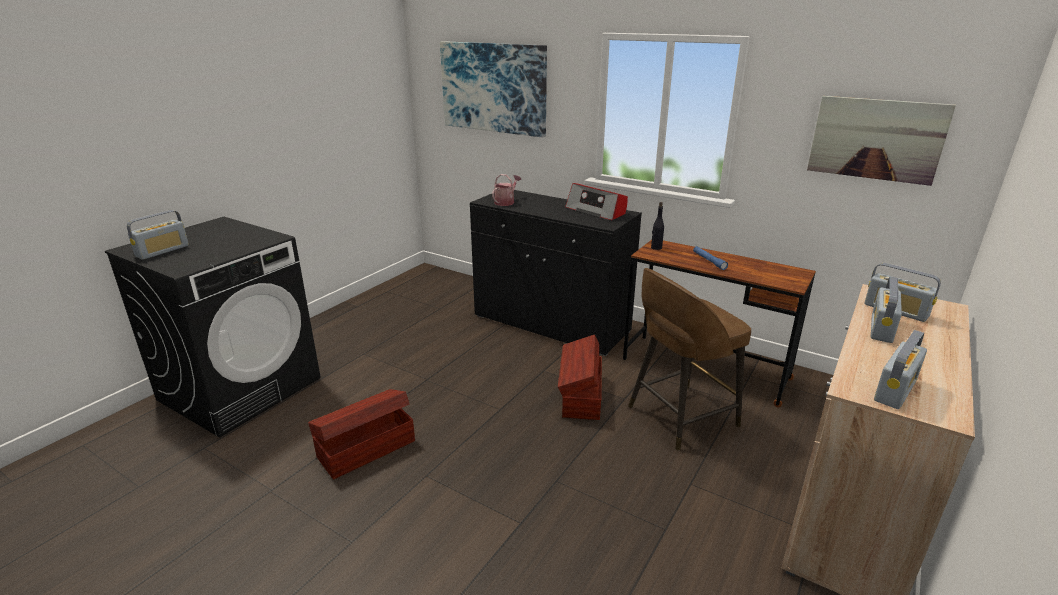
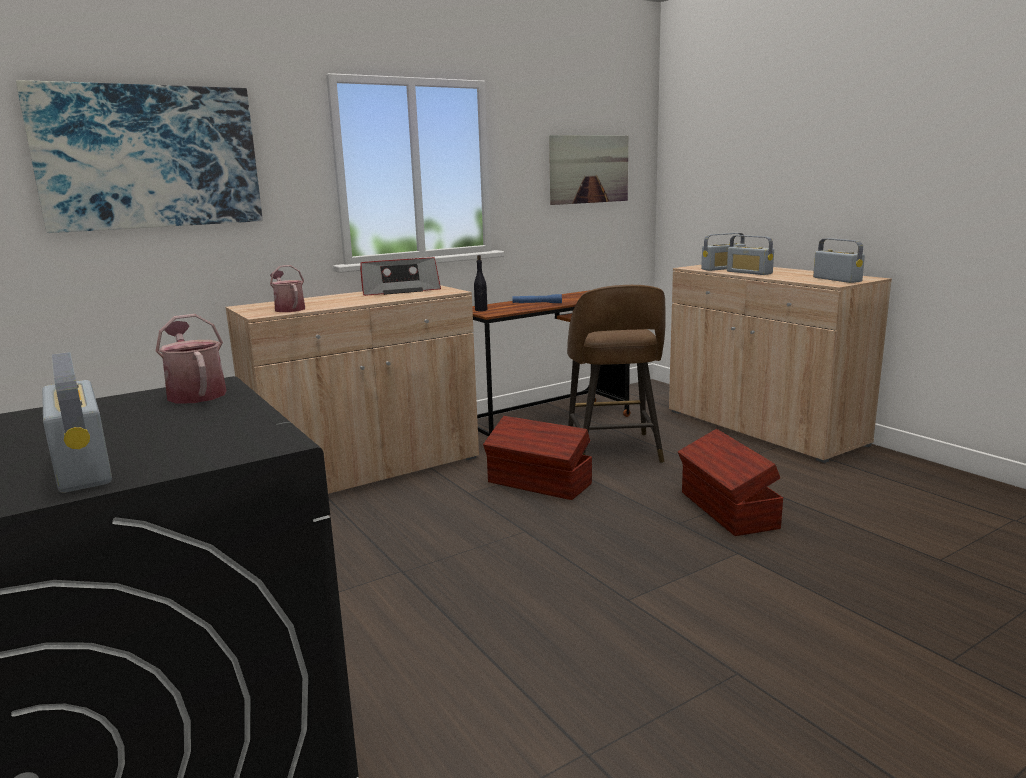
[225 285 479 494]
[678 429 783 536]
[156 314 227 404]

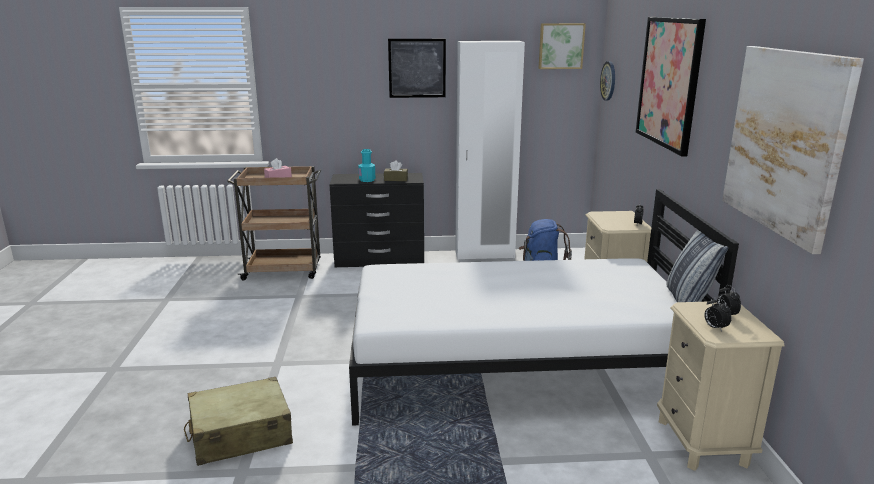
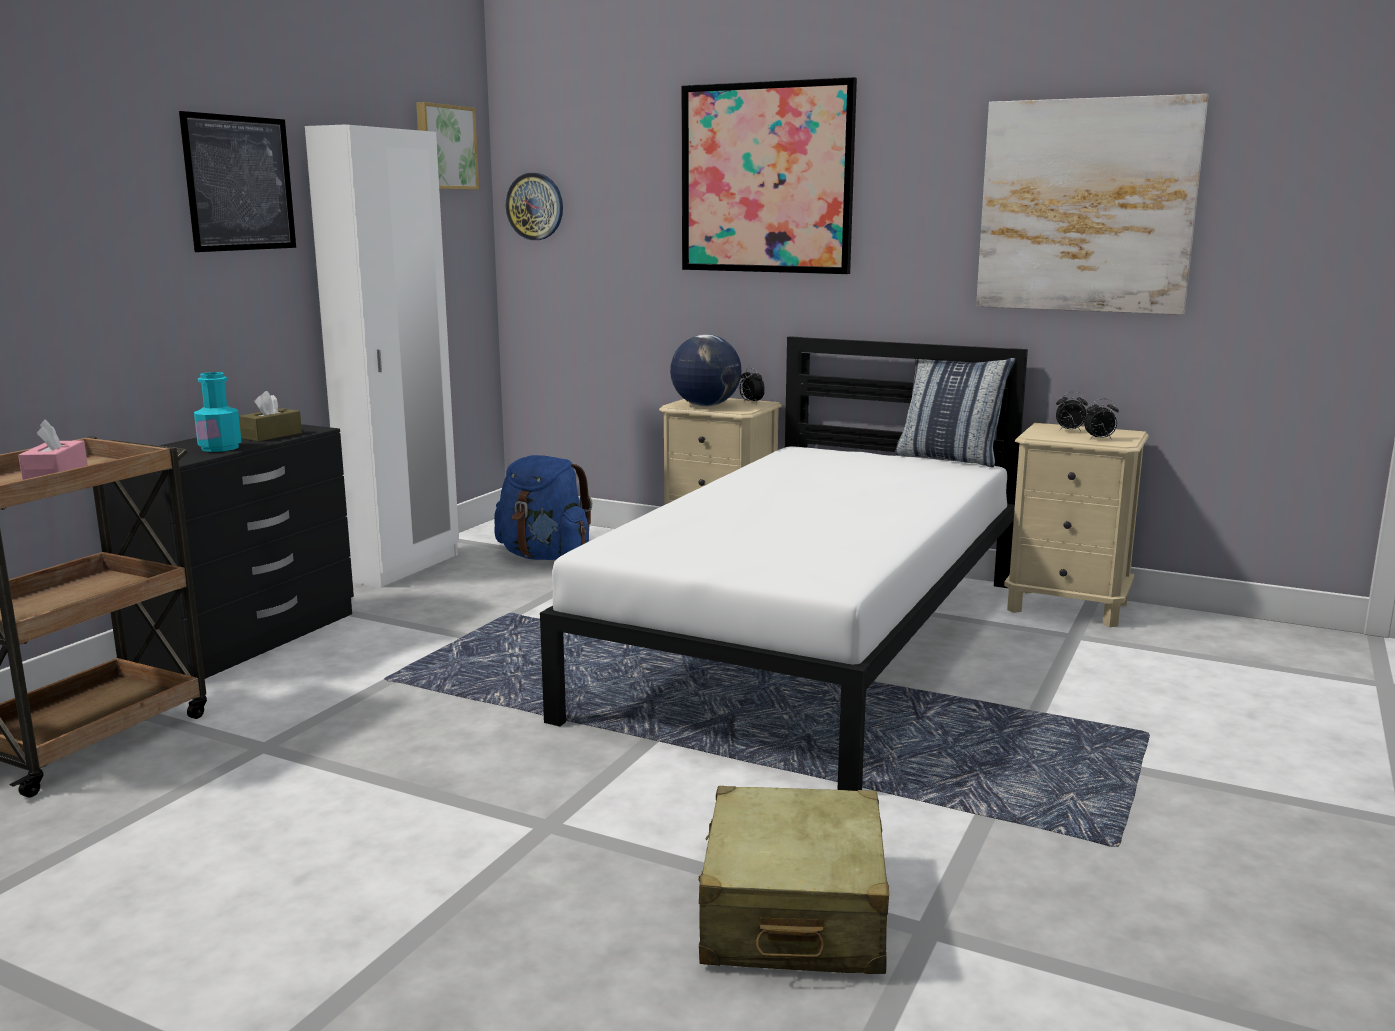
[670 335 742 406]

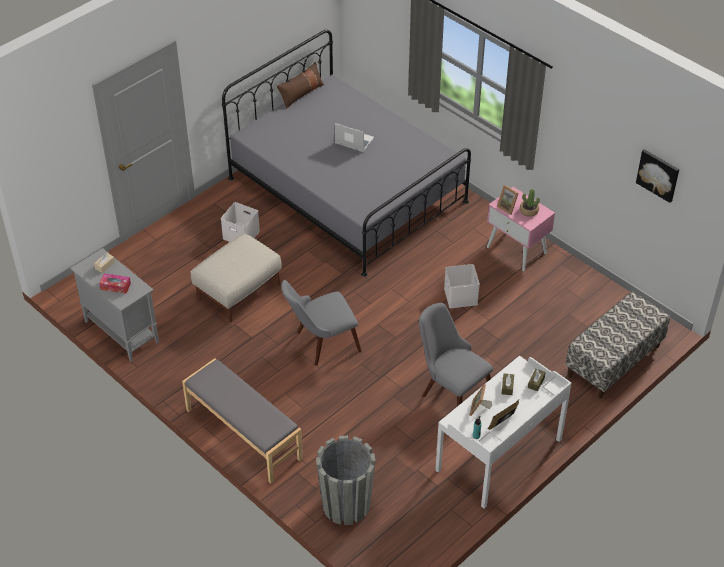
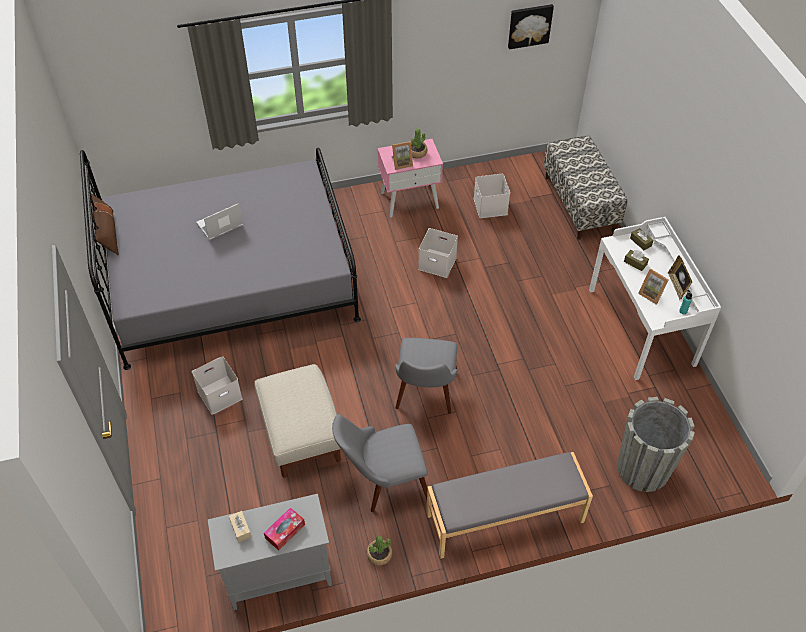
[332 414 427 512]
[474 174 510 218]
[367 535 392 566]

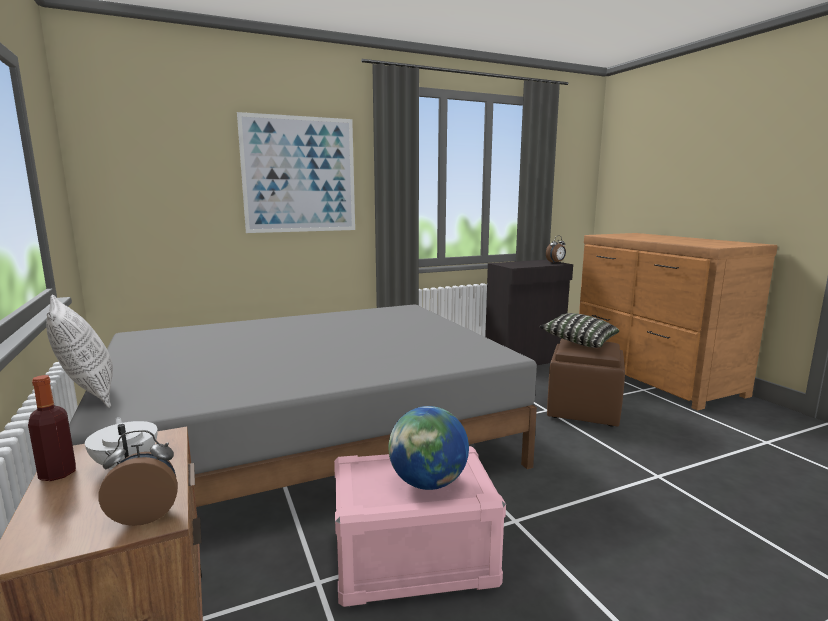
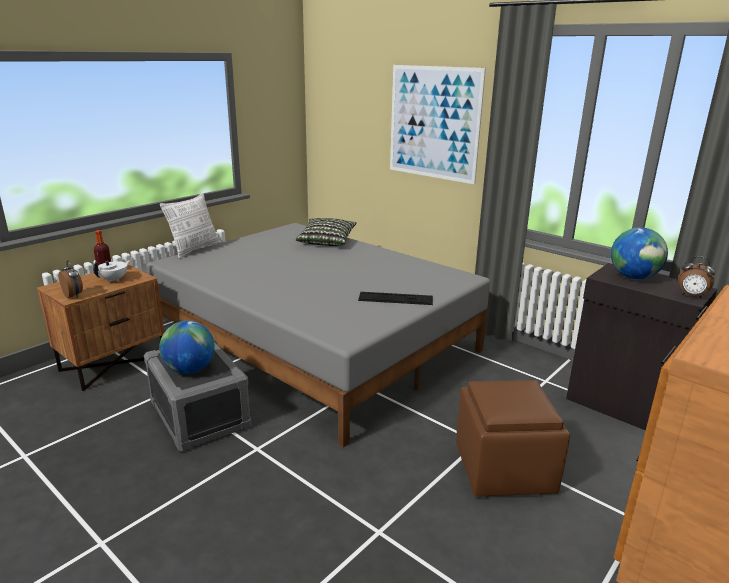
[296 218 357 246]
[144 338 252 452]
[611 227 668 279]
[358 292 433 305]

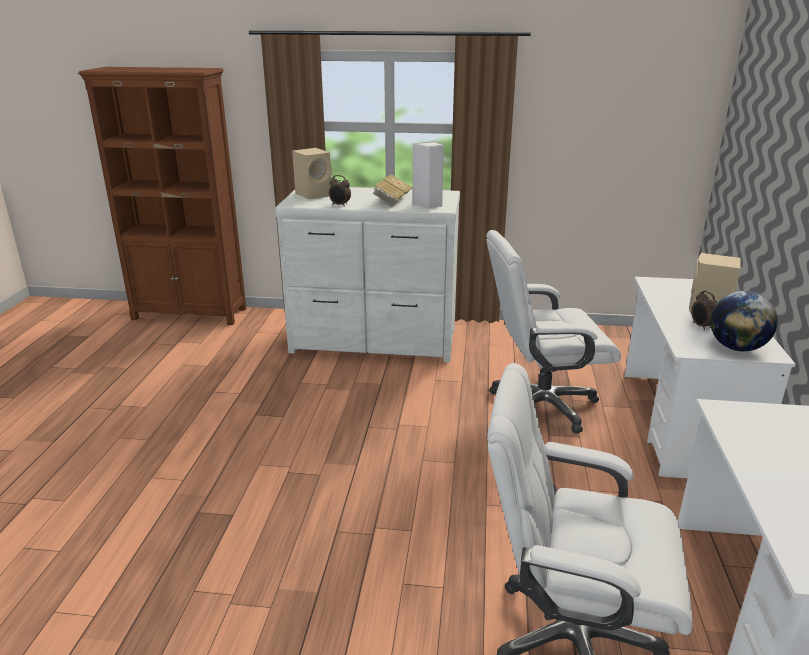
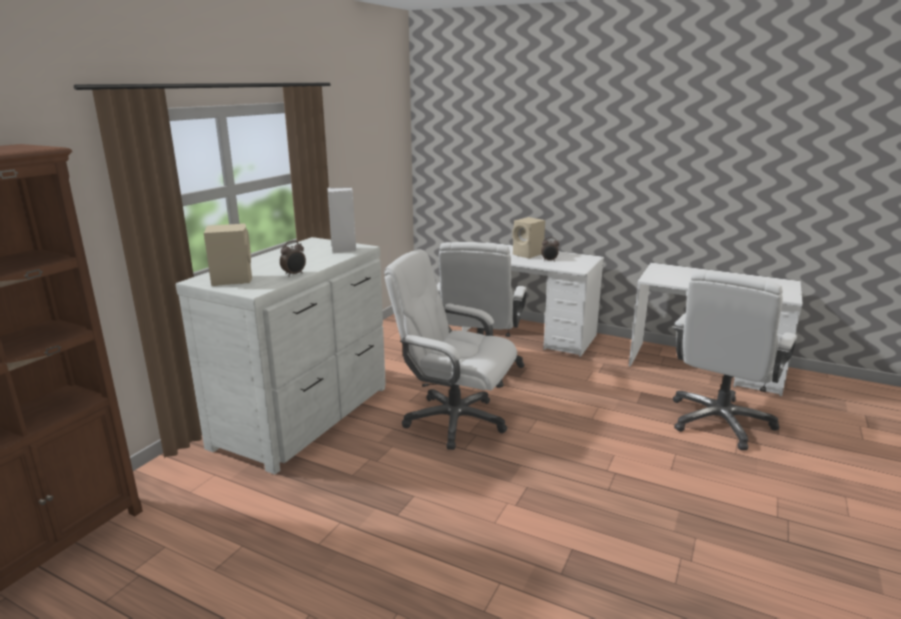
[373 174 412 206] (first image)
[710 291 778 351] (first image)
[384 249 517 450]

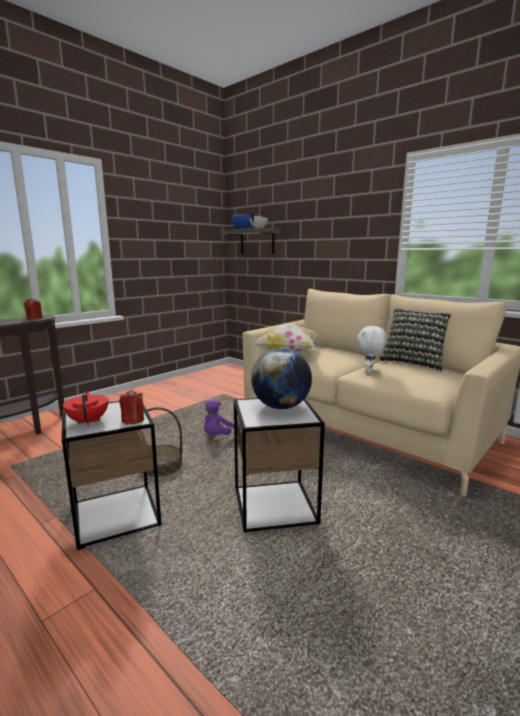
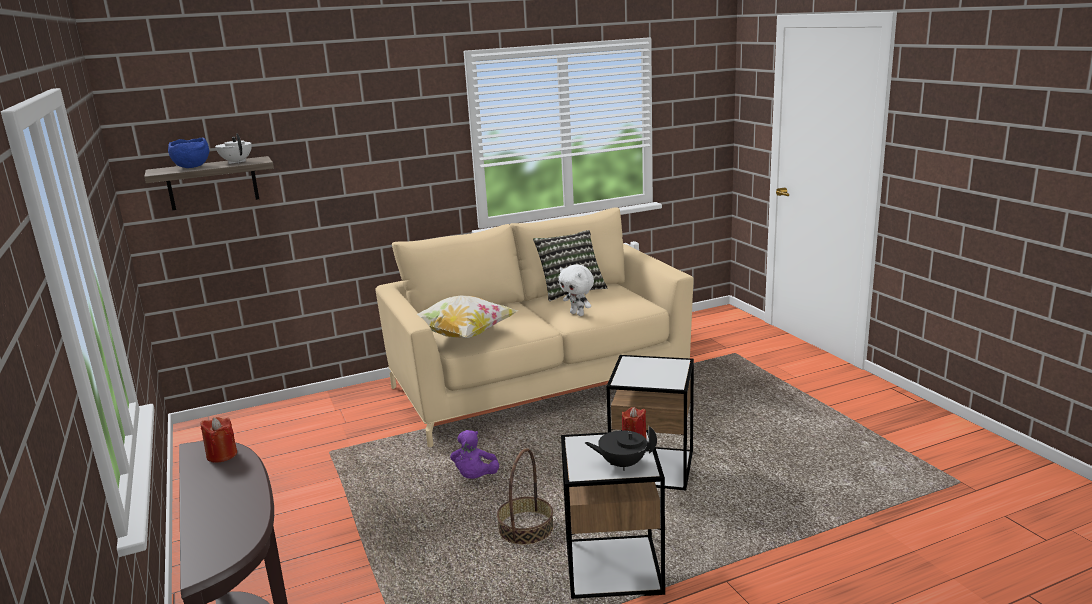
[251 348 312 409] (first image)
[585 426 657 471]
[450 430 499 479]

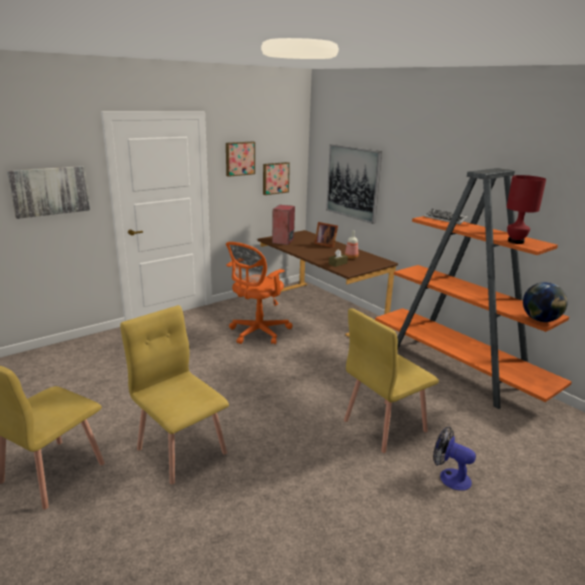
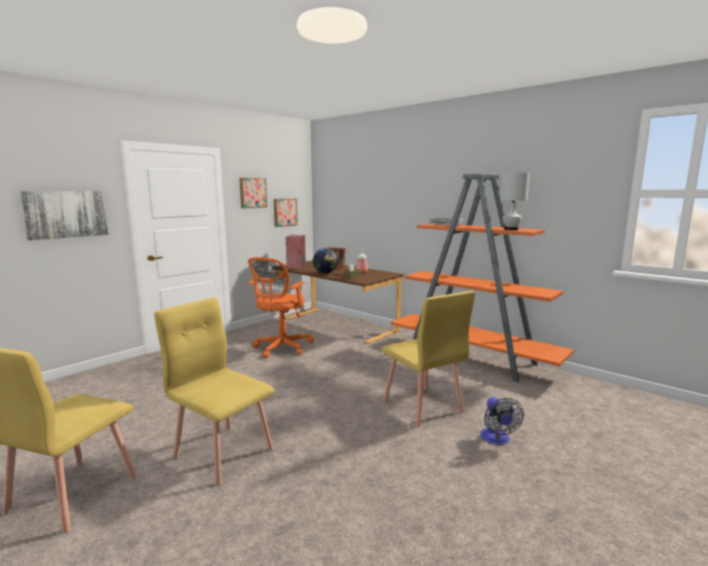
[326 144 382 224] (first image)
[500 173 530 230]
[313 248 338 273]
[381 291 475 427]
[480 397 524 445]

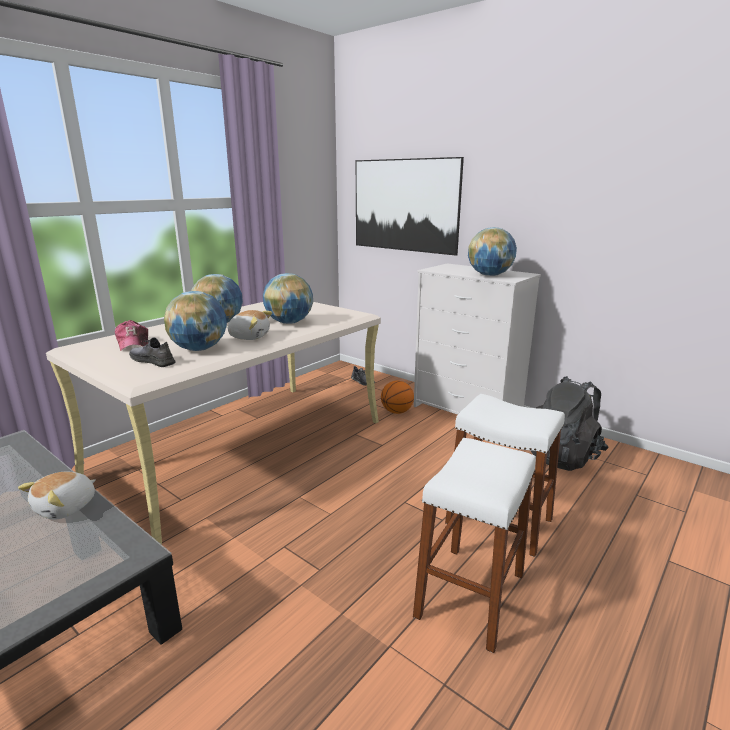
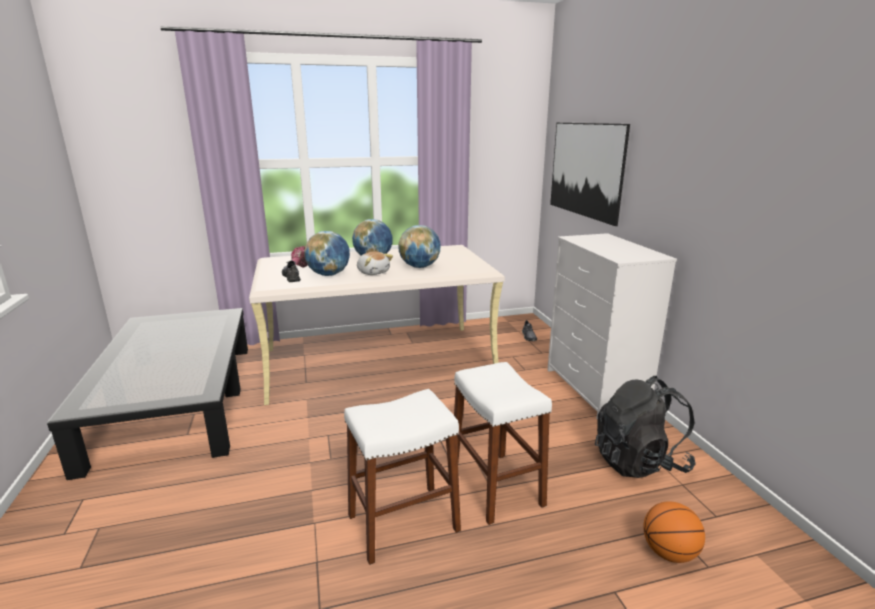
[468 227 517 276] (first image)
[643 501 705 563]
[18 471 96 520] (first image)

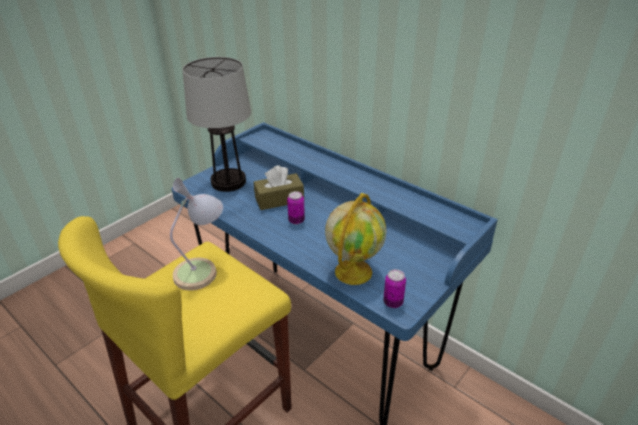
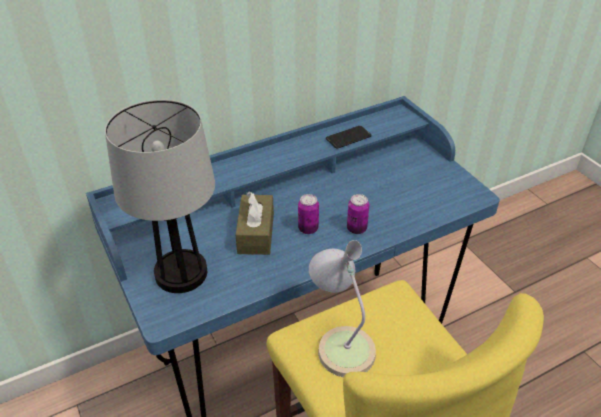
[325 193 386 285] (first image)
[347 194 369 234]
[326 126 372 149]

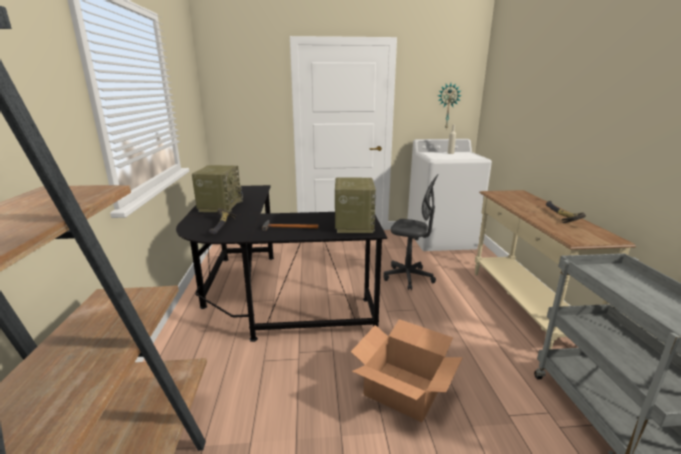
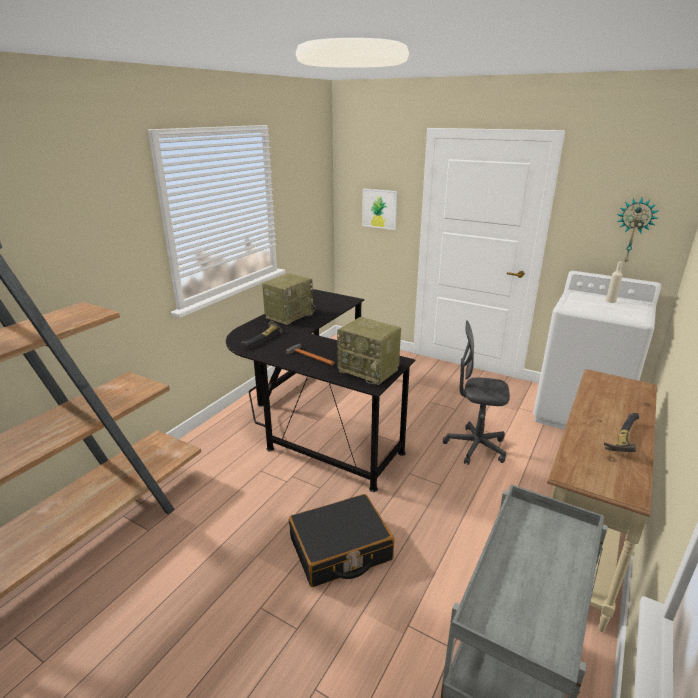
[443 320 510 465]
[337 317 401 385]
[289 494 394 587]
[362 189 397 230]

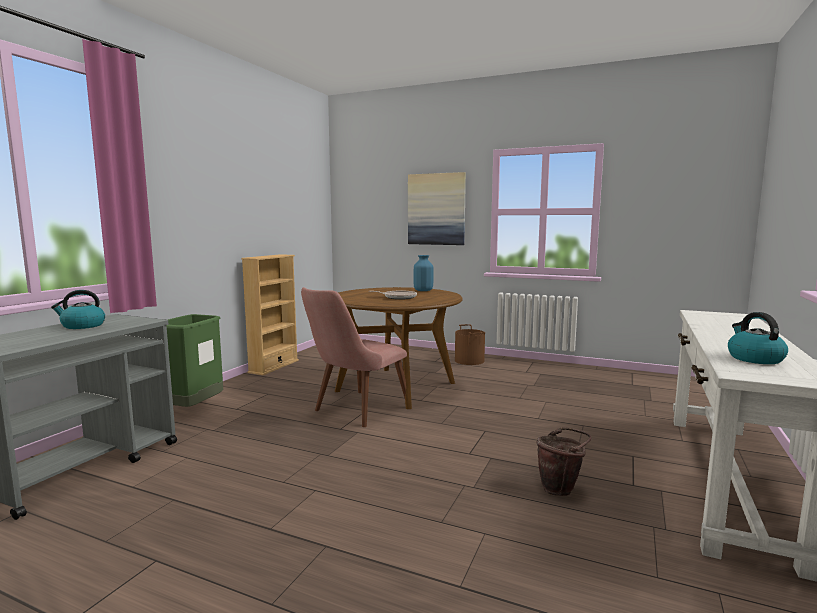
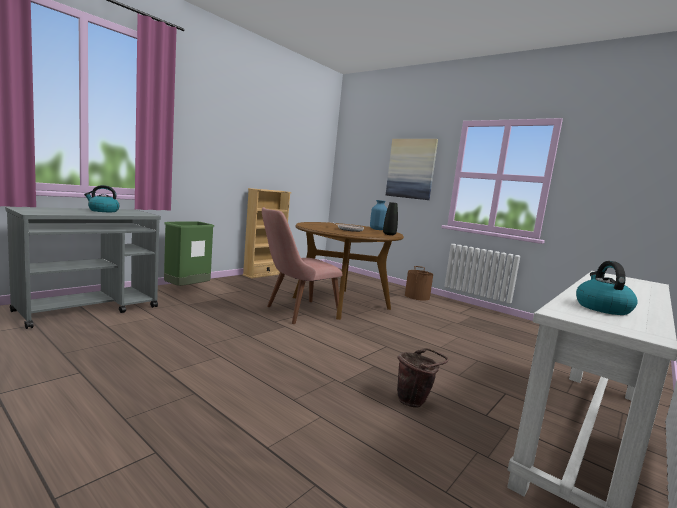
[383 202 398 235]

